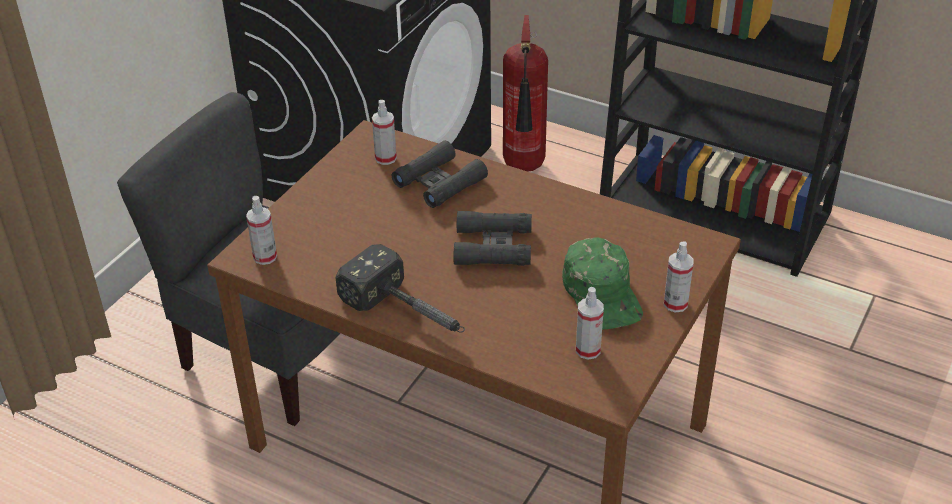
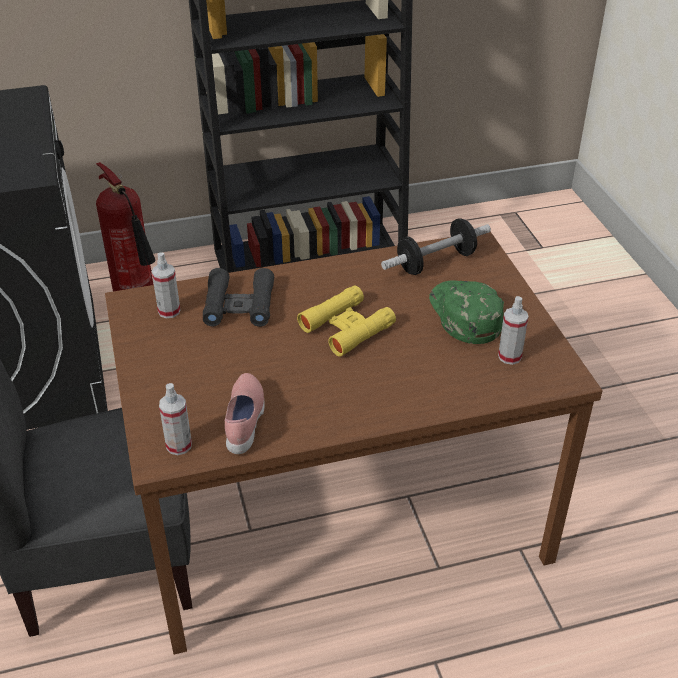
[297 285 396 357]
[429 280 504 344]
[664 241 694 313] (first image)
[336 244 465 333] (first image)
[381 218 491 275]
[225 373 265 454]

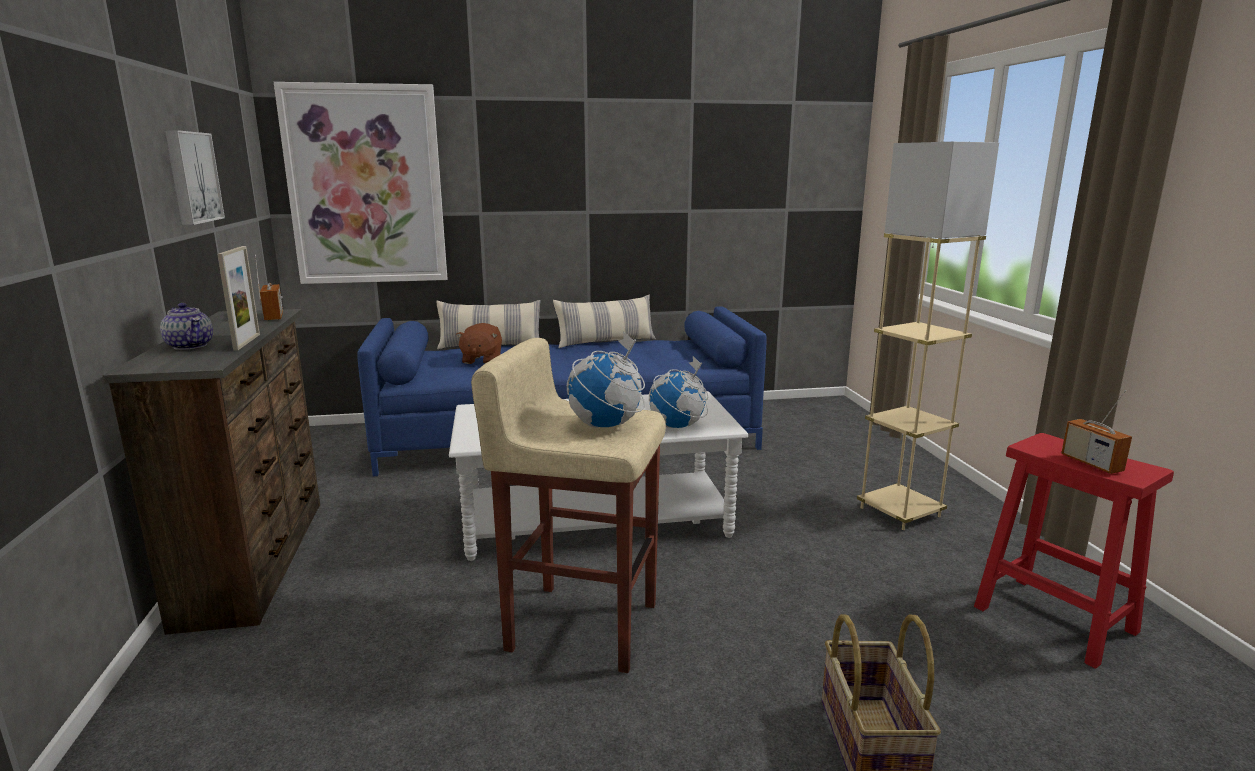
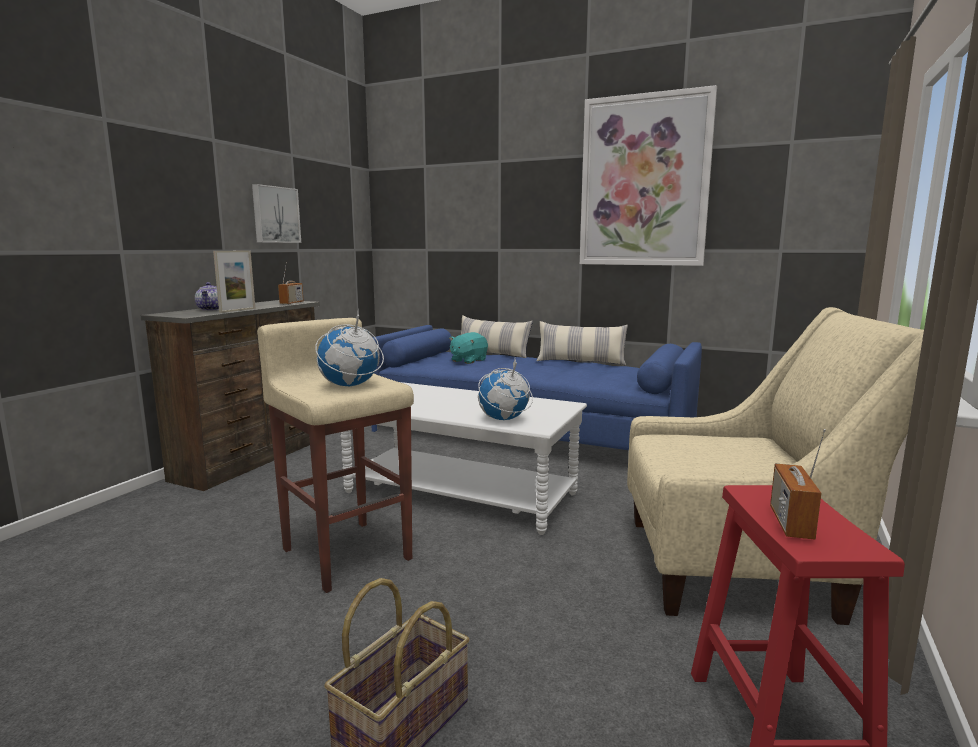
[580 85 717 266]
[627 307 924 625]
[449 332 488 364]

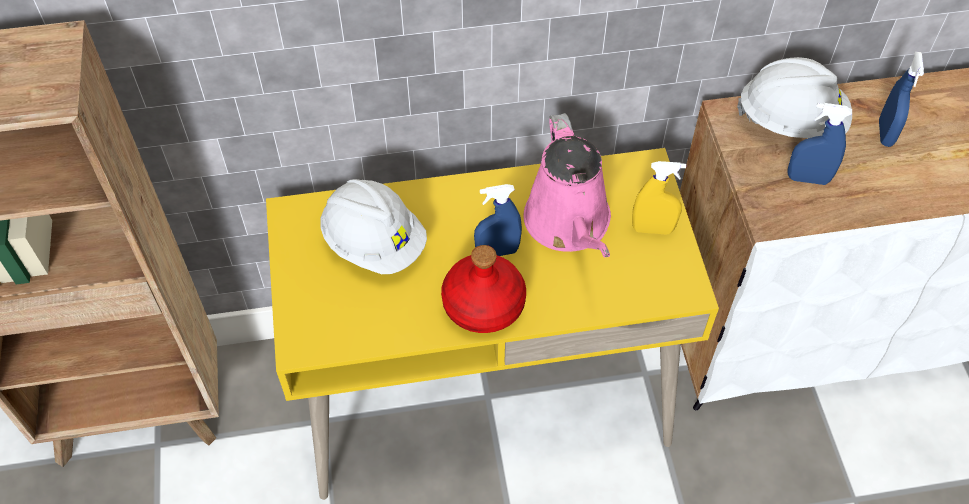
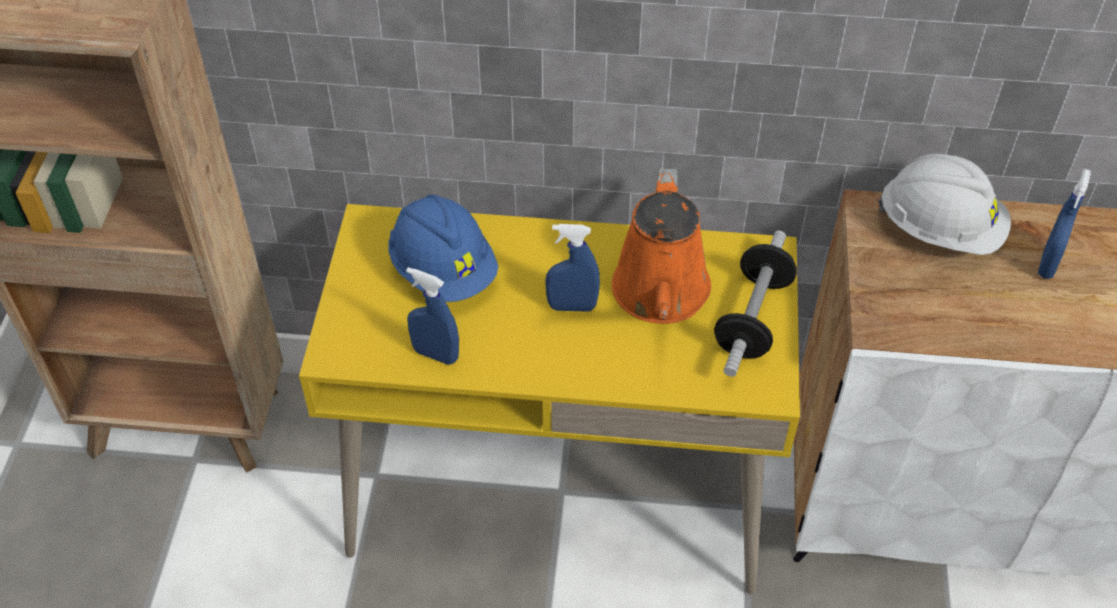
[406 267 459 365]
[612 168 711 324]
[714 231 797 377]
[389 194 498 302]
[441 245 526 333] (first image)

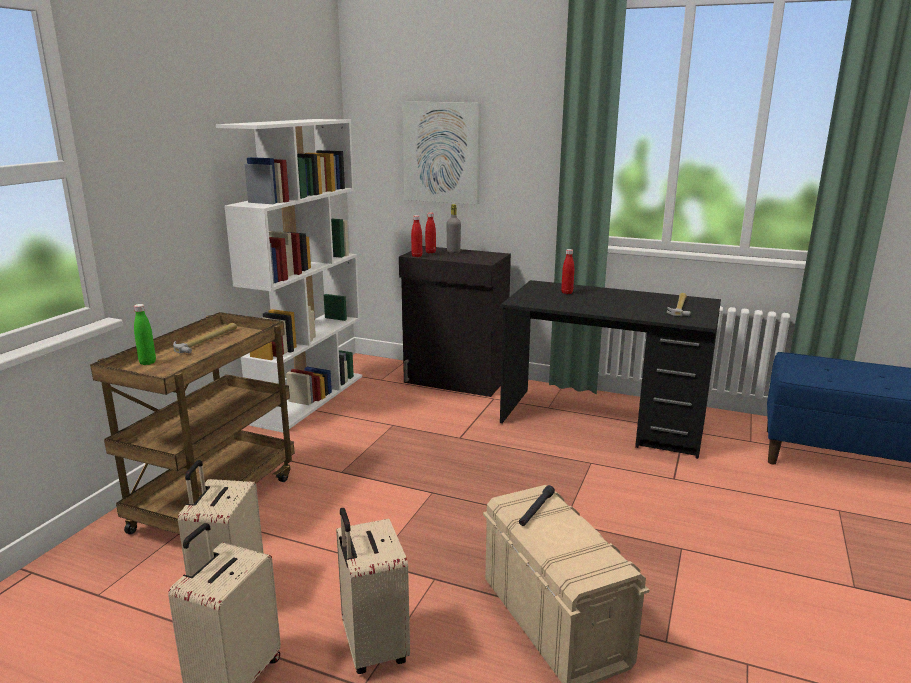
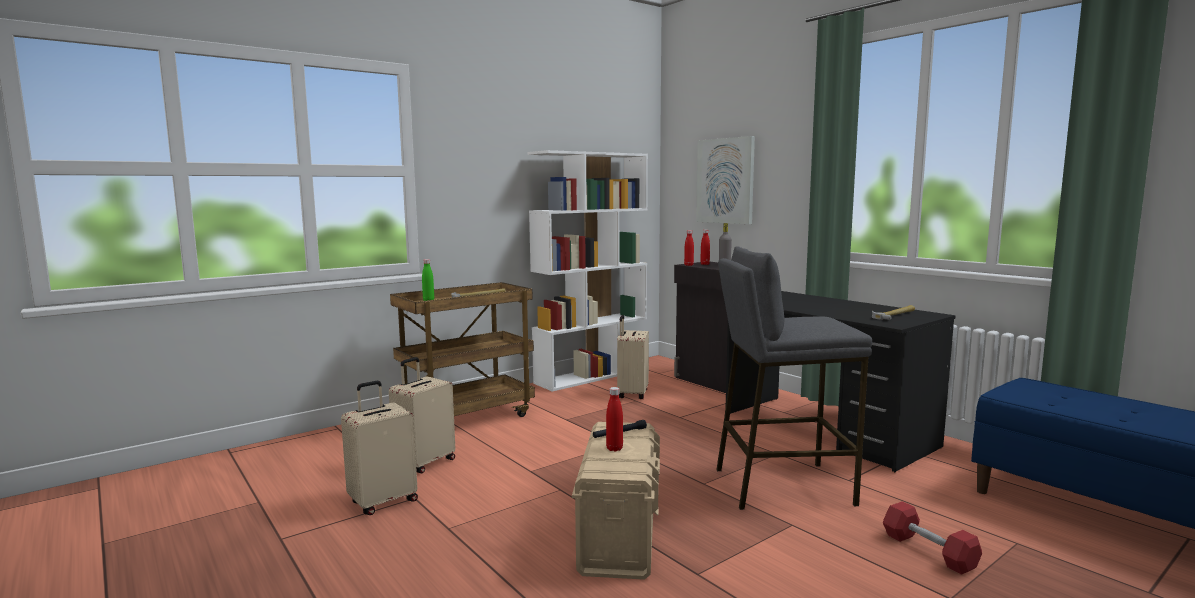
[606 387 623 451]
[617 315 649 399]
[716 247 872 510]
[883 501 982 575]

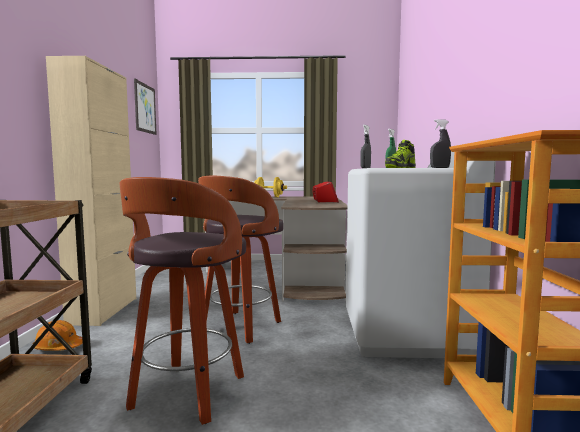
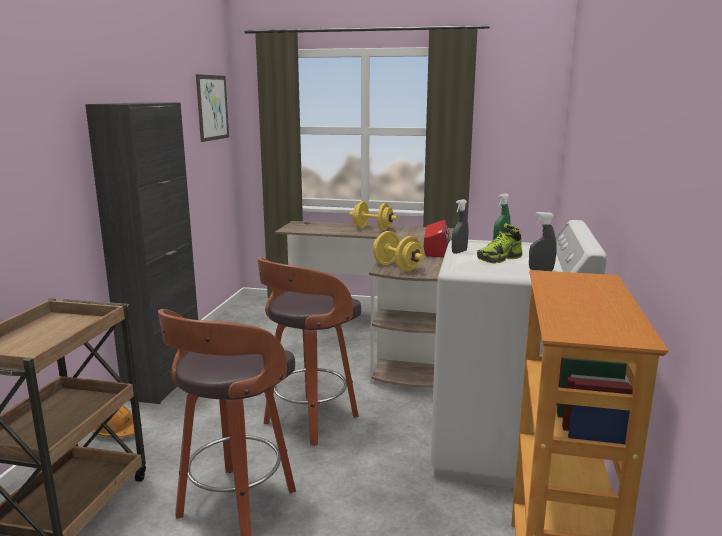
[85 102 198 404]
[373 231 424 271]

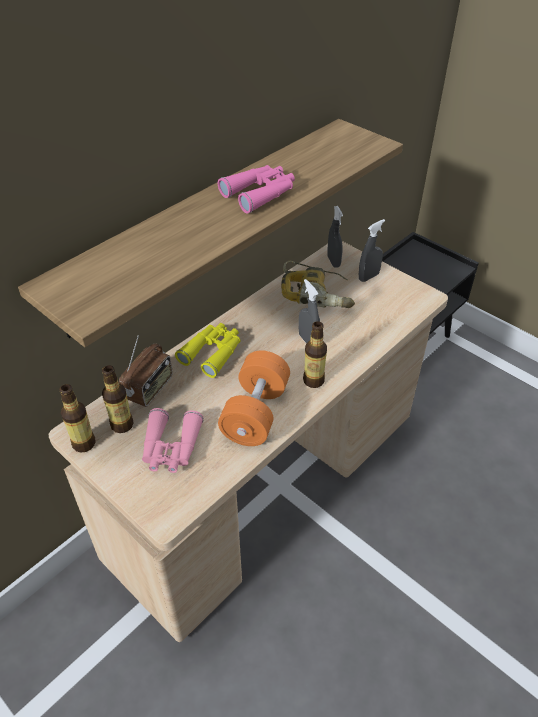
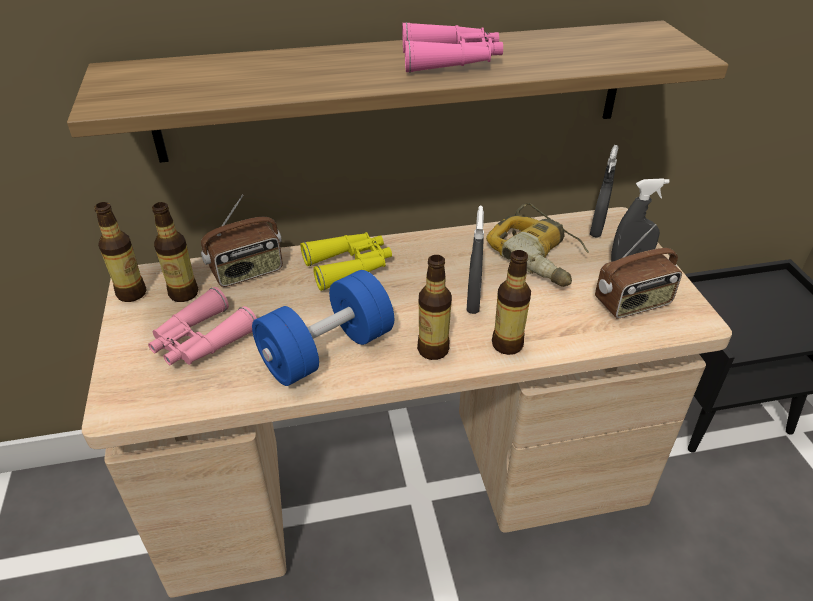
[252 270 394 386]
[595 224 682 319]
[492 250 531 355]

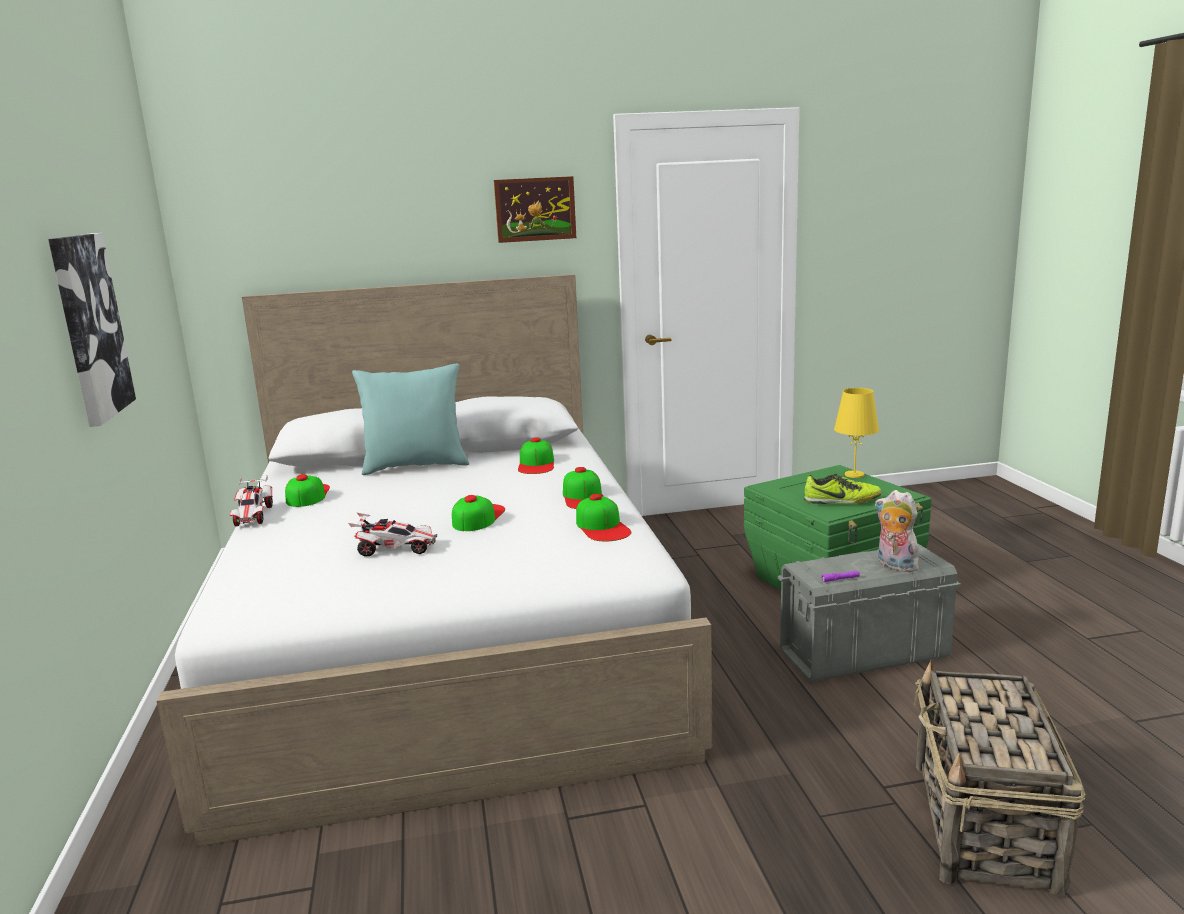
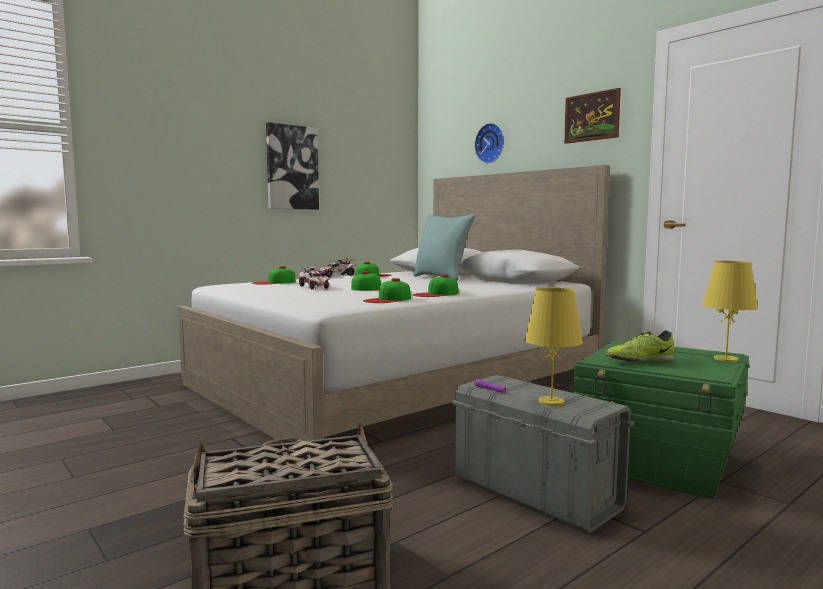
[252 266 296 285]
[606 330 674 362]
[524 287 583 406]
[474 123 504 163]

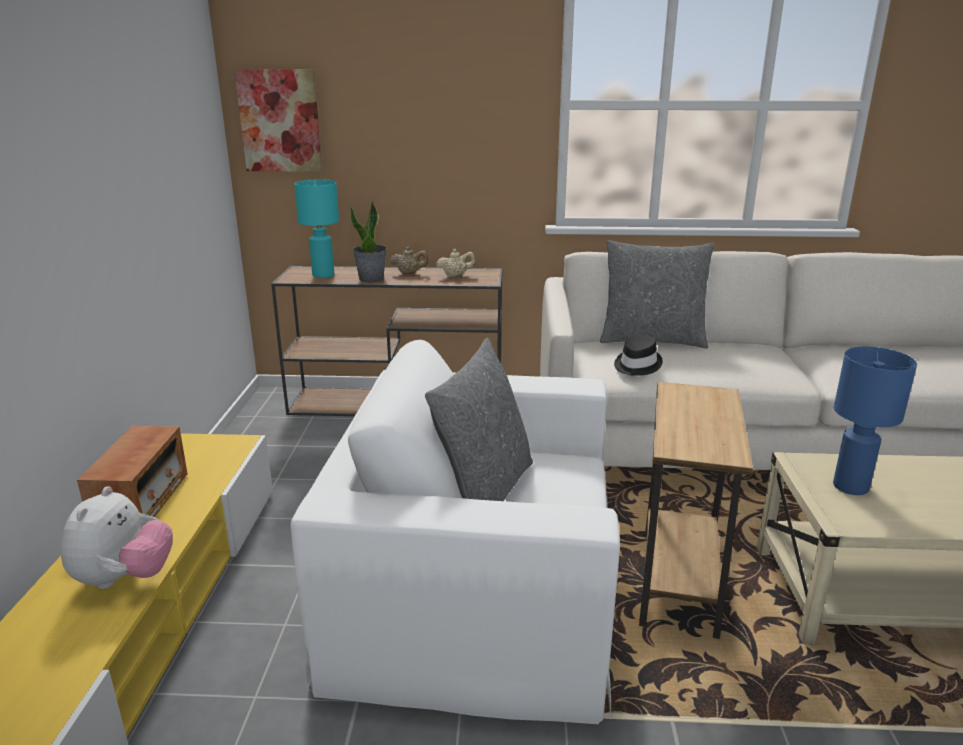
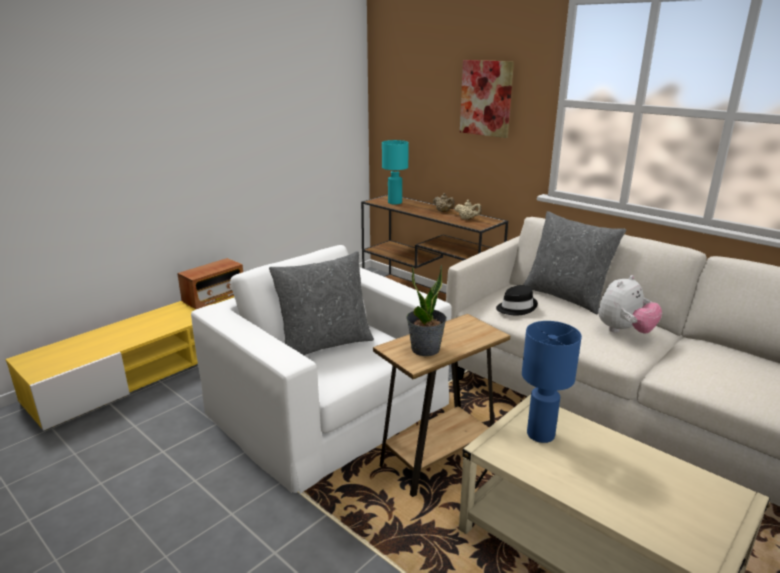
[460 60 514 138]
[406 264 447 356]
[598 275 662 334]

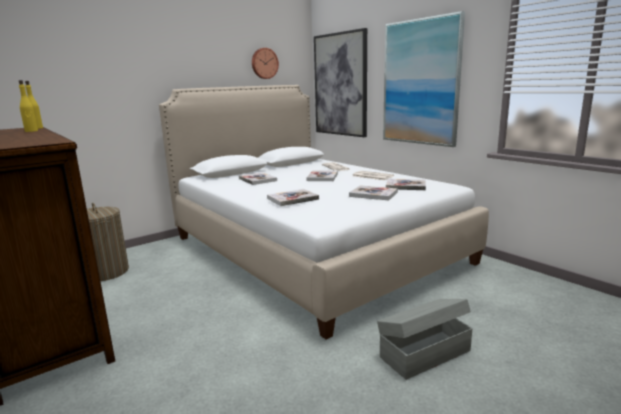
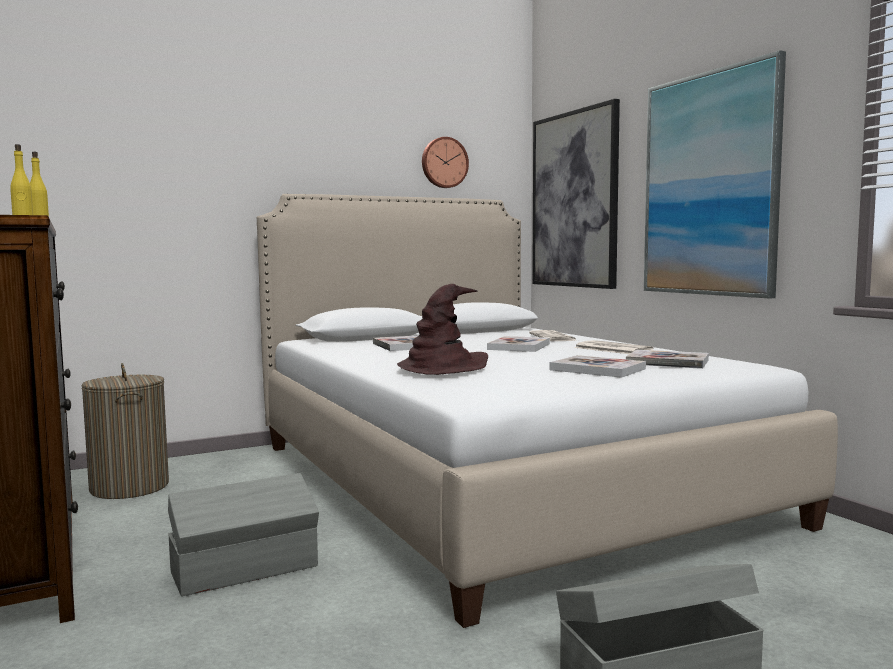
[397 284 488 375]
[168 473 319 596]

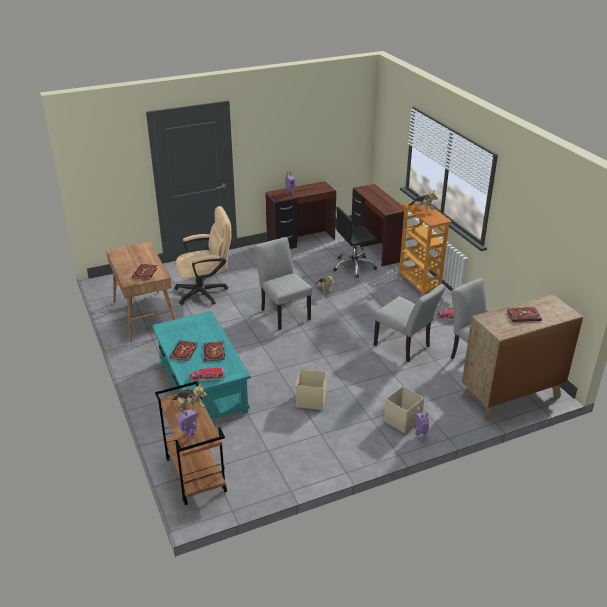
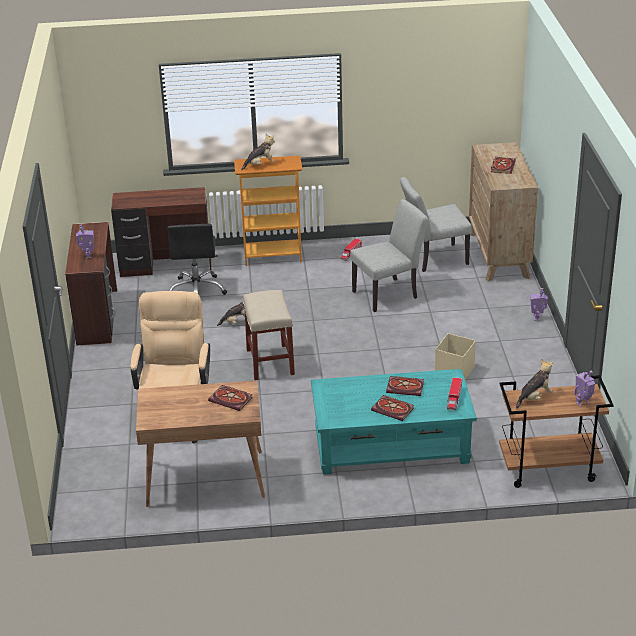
[243 290 295 380]
[384 386 424 434] (first image)

